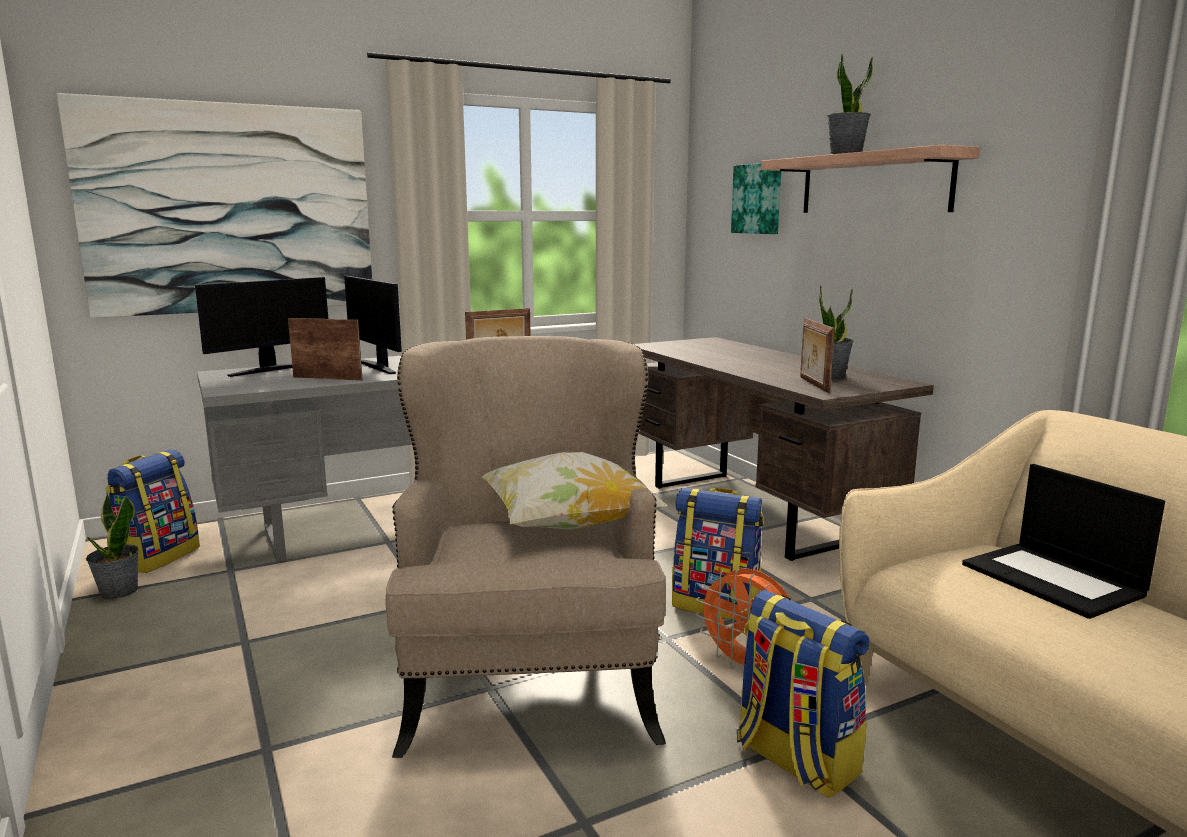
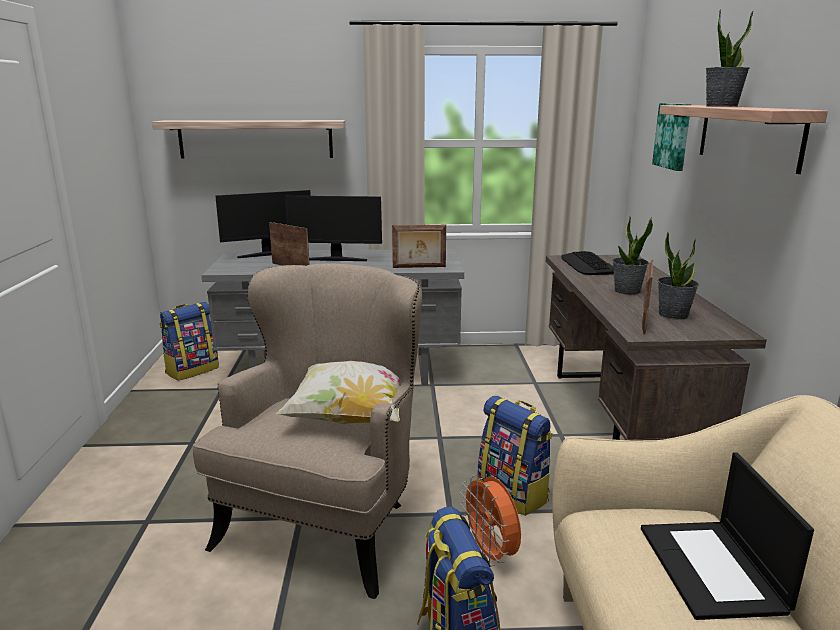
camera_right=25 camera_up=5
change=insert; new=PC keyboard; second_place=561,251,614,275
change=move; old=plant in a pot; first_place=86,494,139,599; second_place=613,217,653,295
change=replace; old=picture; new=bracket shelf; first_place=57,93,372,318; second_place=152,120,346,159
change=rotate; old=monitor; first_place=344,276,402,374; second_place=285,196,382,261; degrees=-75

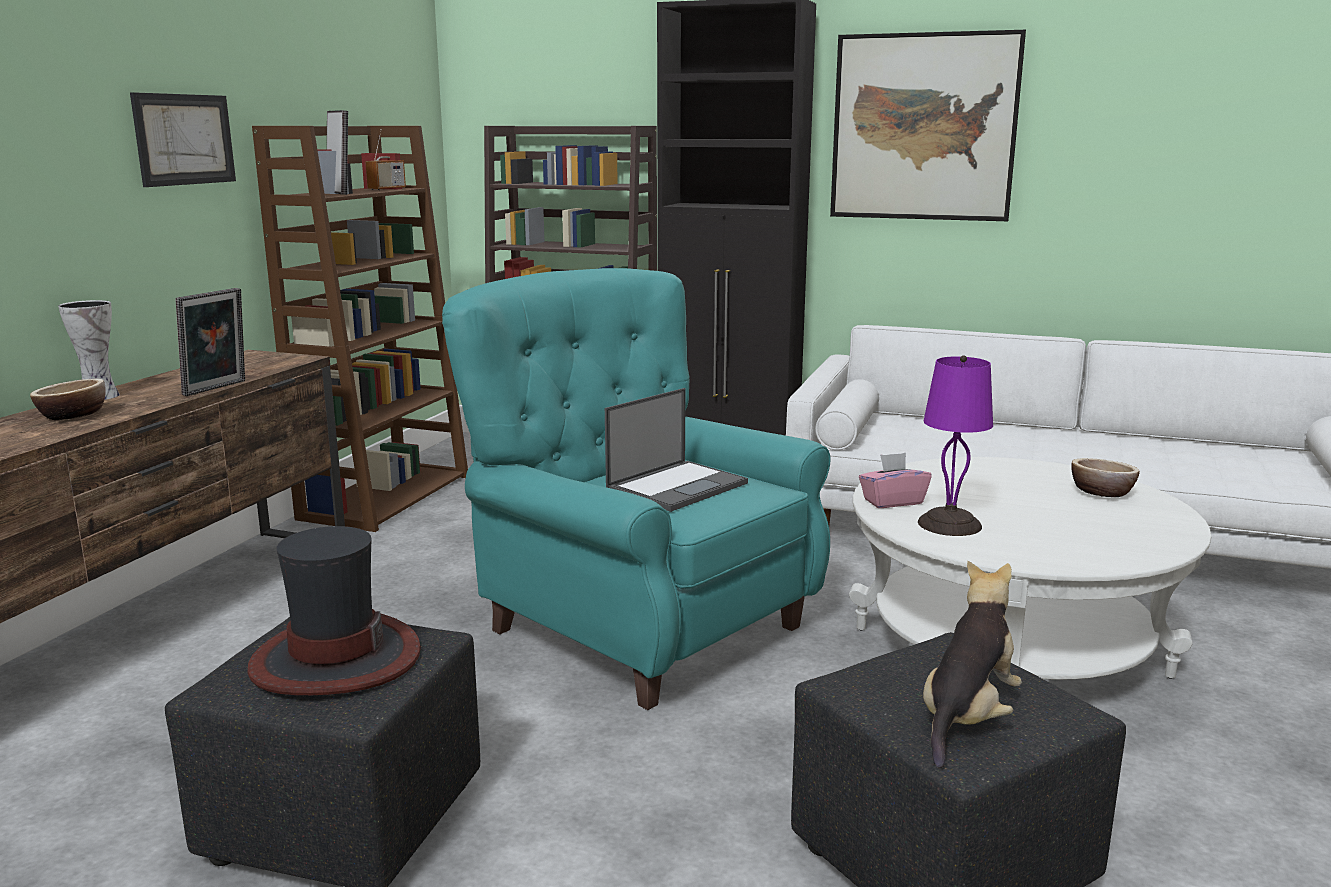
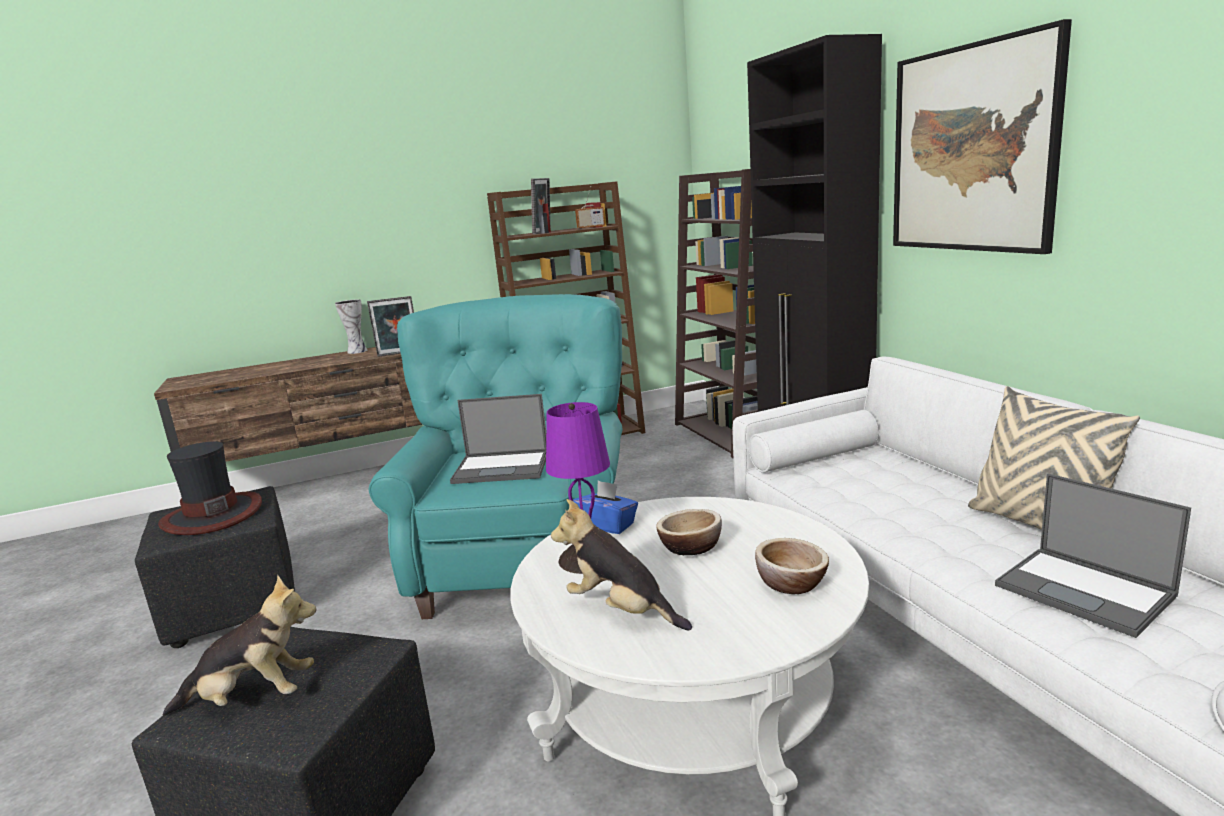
camera_right=50 camera_up=0
change=delete; old=picture; first_place=130,92,236,187
change=insert; new=soft toy; second_place=551,499,692,631
change=insert; new=pillow (sand-coloured); second_place=968,386,1140,530
change=insert; new=notebook computer; second_place=995,474,1191,638
change=move; old=serving bowl; first_place=30,379,106,420; second_place=656,509,722,555
change=recolor; old=box of tissues (pink-coloured); new=box of tissues (blue); first_place=859,453,932,508; second_place=573,480,638,534

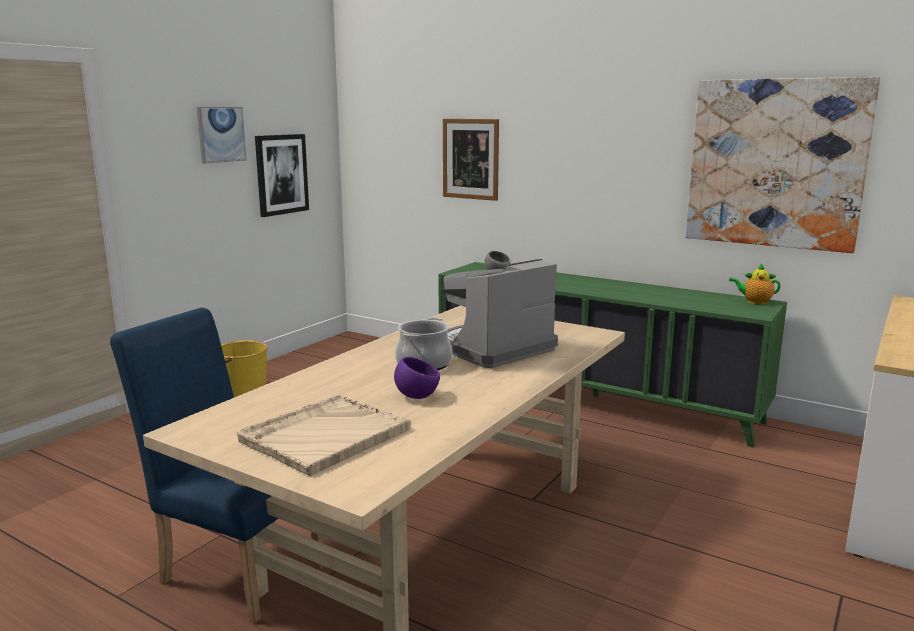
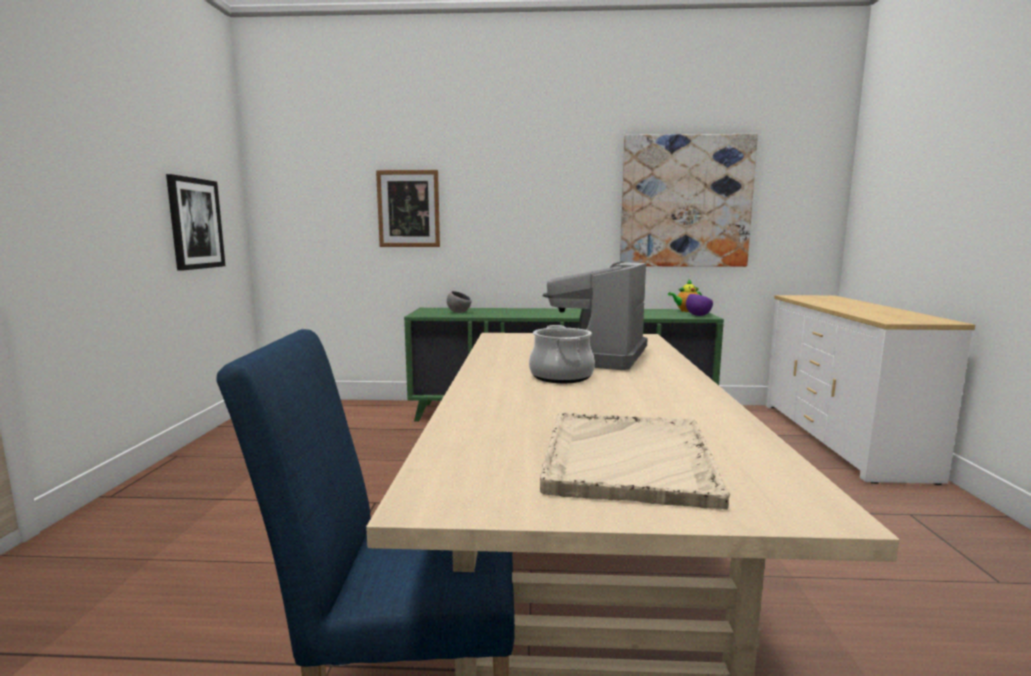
camera_right=-30 camera_up=-5
change=delete; old=picture; first_place=197,107,246,164
change=delete; old=pail (yellowish); first_place=221,340,268,398
change=move; old=serving bowl (purple); first_place=394,357,440,399; second_place=686,294,713,316

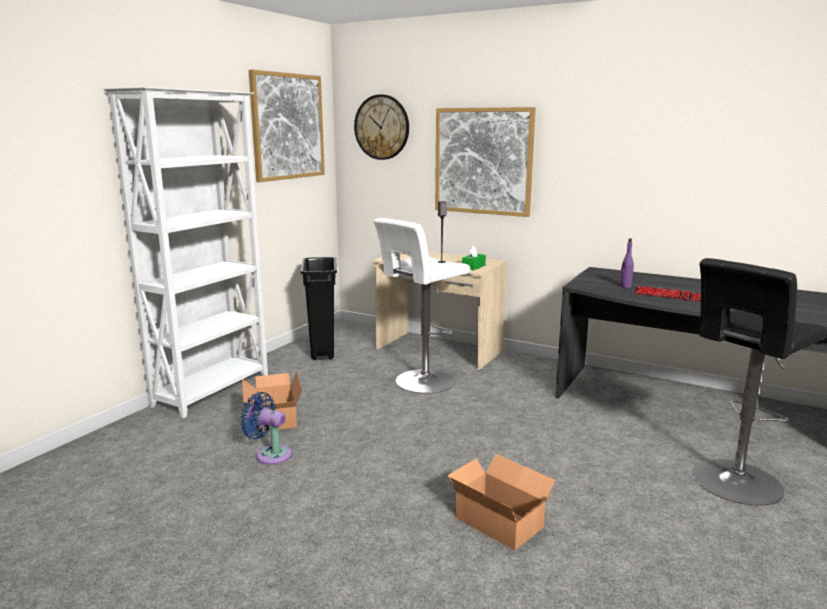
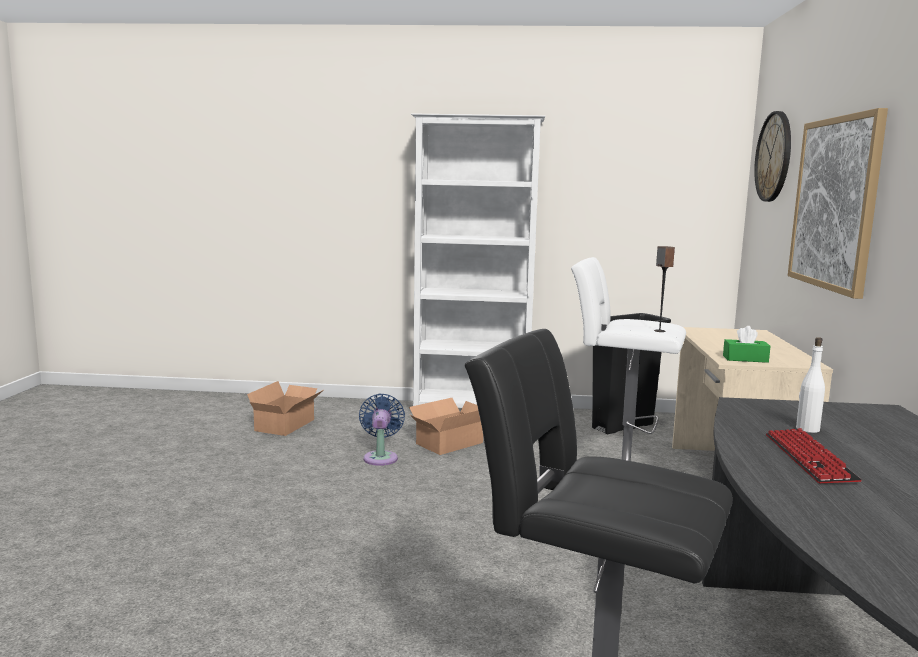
camera_right=65 camera_up=-5
change=delete; old=picture; first_place=249,70,325,182
change=move; old=cardboard box; first_place=448,454,556,550; second_place=247,381,323,436
change=recolor; old=beverage bottle (purple); new=beverage bottle (white); first_place=620,238,634,288; second_place=796,337,825,433

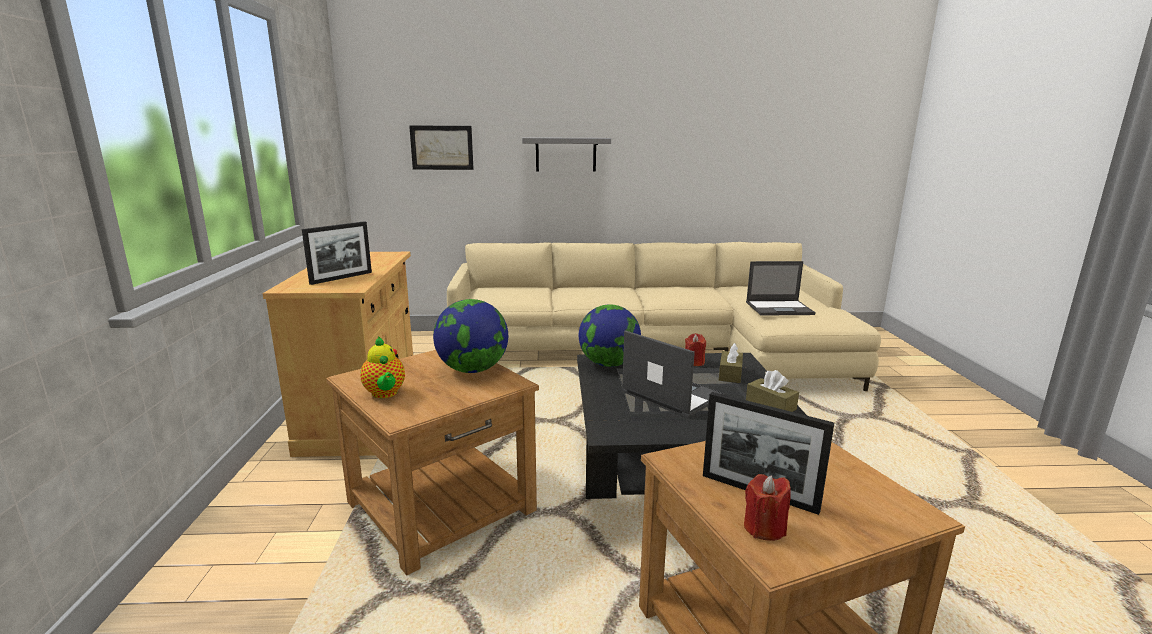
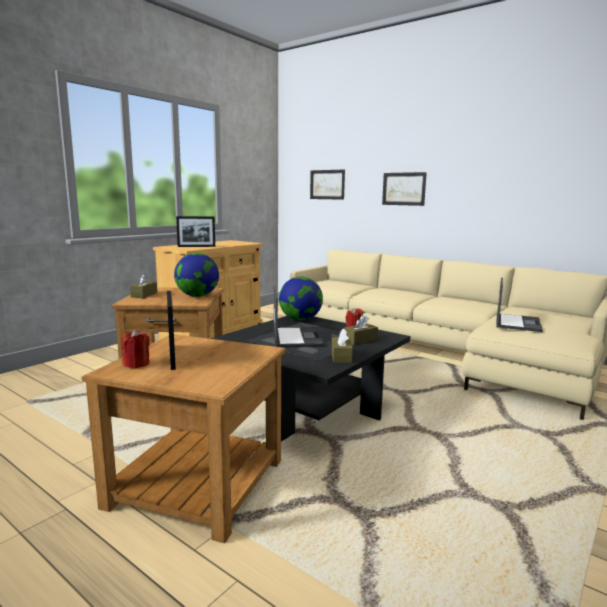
camera_right=40 camera_up=-5
change=replace; old=teapot; new=box of tissues (brown-coloured); first_place=361,337,405,398; second_place=130,273,157,298
change=replace; old=bracket shelf (greyish); new=picture; first_place=522,137,611,172; second_place=382,172,427,206
change=rotate; old=notebook computer; first_place=746,261,816,315; second_place=496,277,543,332; degrees=-105

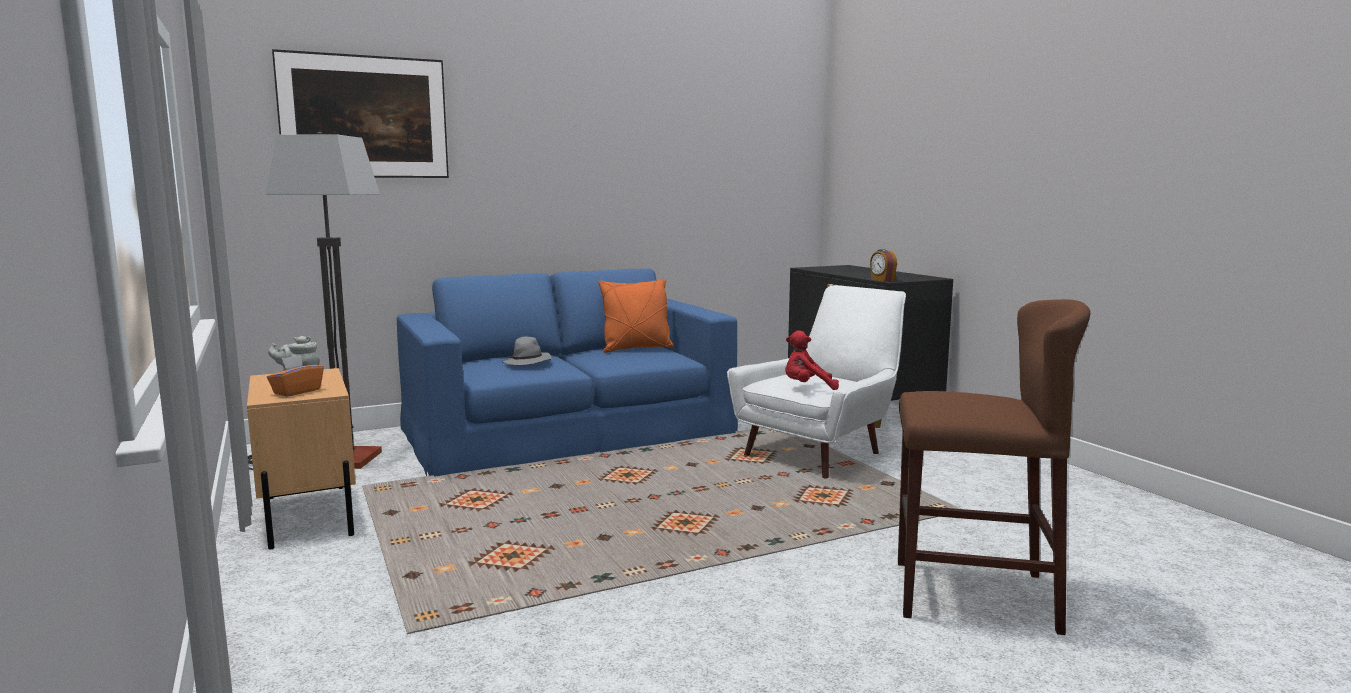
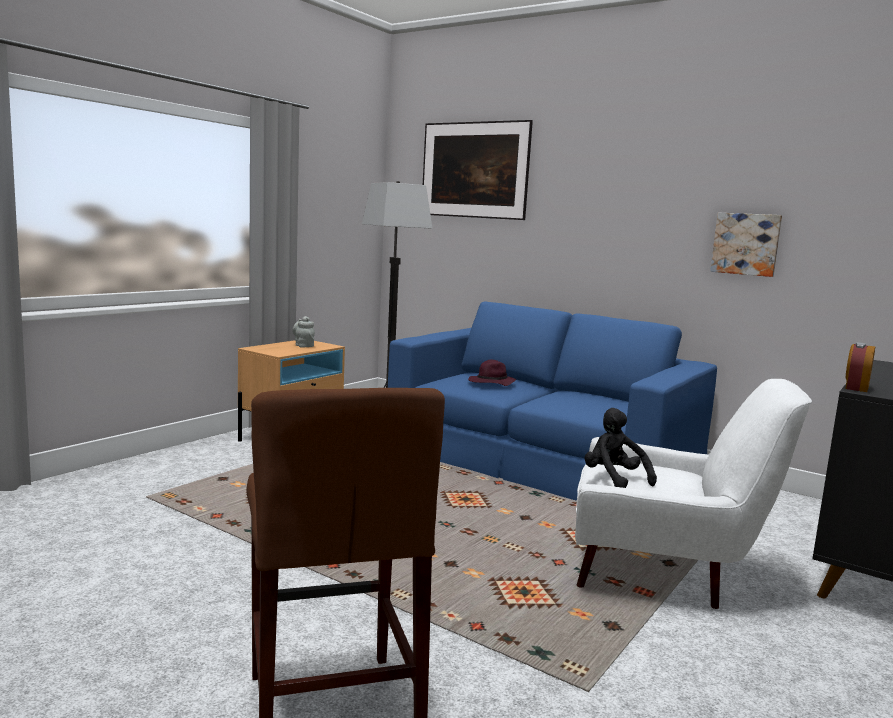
camera_right=60 camera_up=0
change=delete; old=box of tissues (orangey); first_place=267,355,324,397
change=delete; old=pillow (orangey); first_place=598,279,674,353
change=insert; new=picture; second_place=710,213,782,277
change=recolor; old=hat (greyish); new=hat (purple); first_place=502,337,551,365; second_place=468,359,516,386
change=recolor; old=soft toy (red); new=soft toy (black-coloured); first_place=785,330,839,390; second_place=585,408,657,488

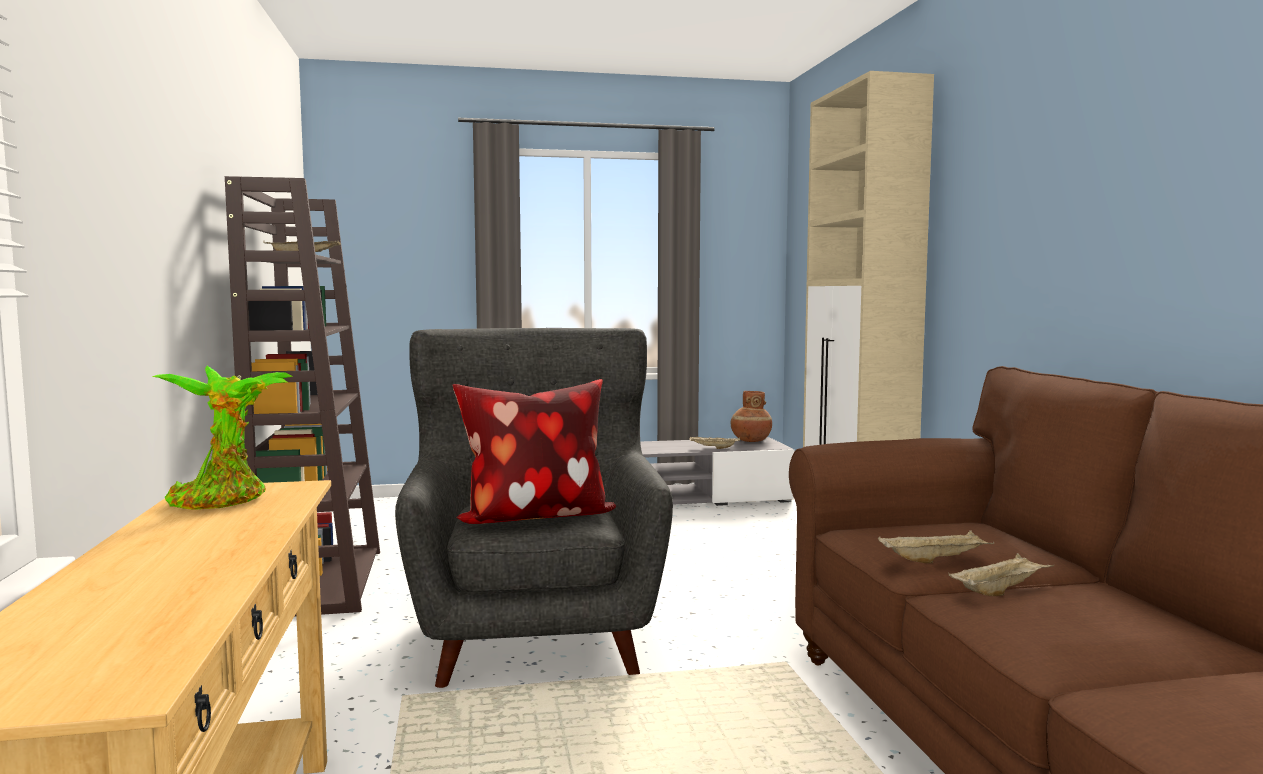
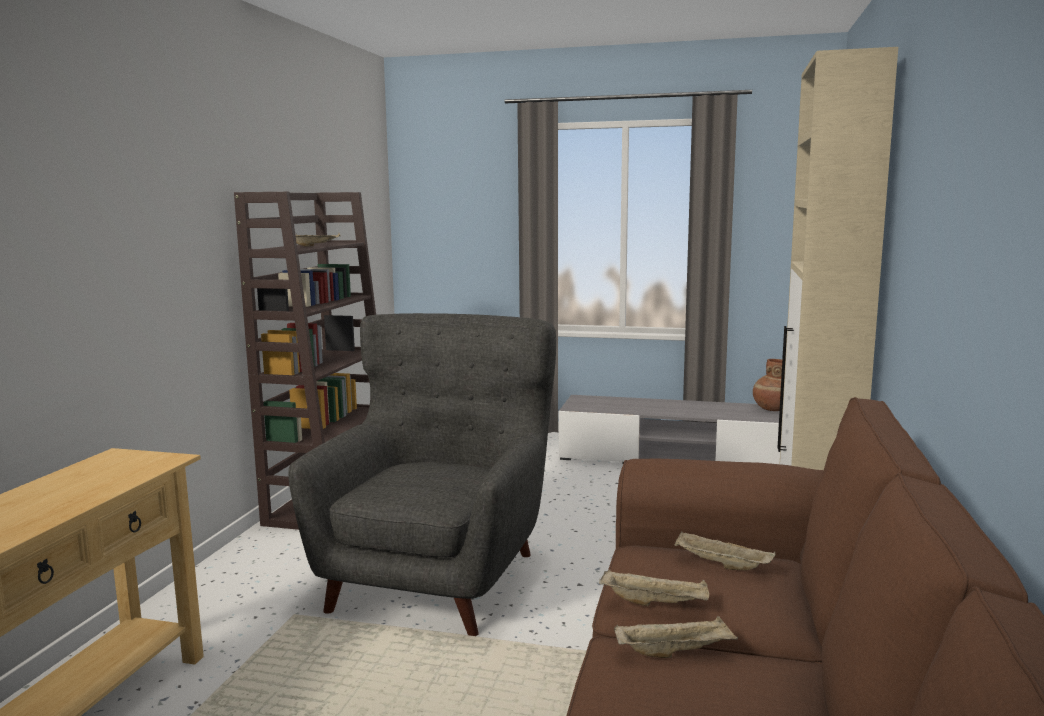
camera_right=25 camera_up=5
change=delete; old=plant in a pot; first_place=152,366,293,510
change=delete; old=pillow; first_place=453,379,616,524
change=move; old=carrying tray (sand-coloured); first_place=690,436,740,449; second_place=675,532,776,570

